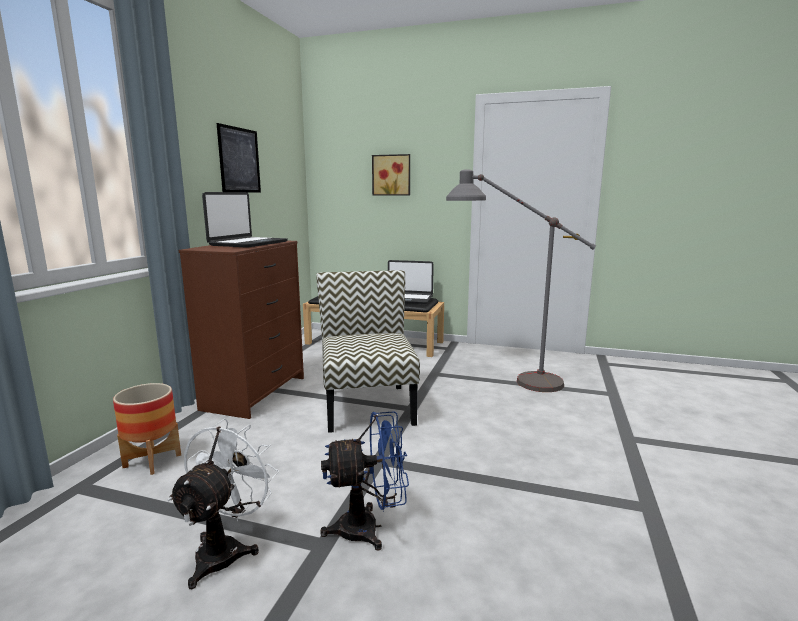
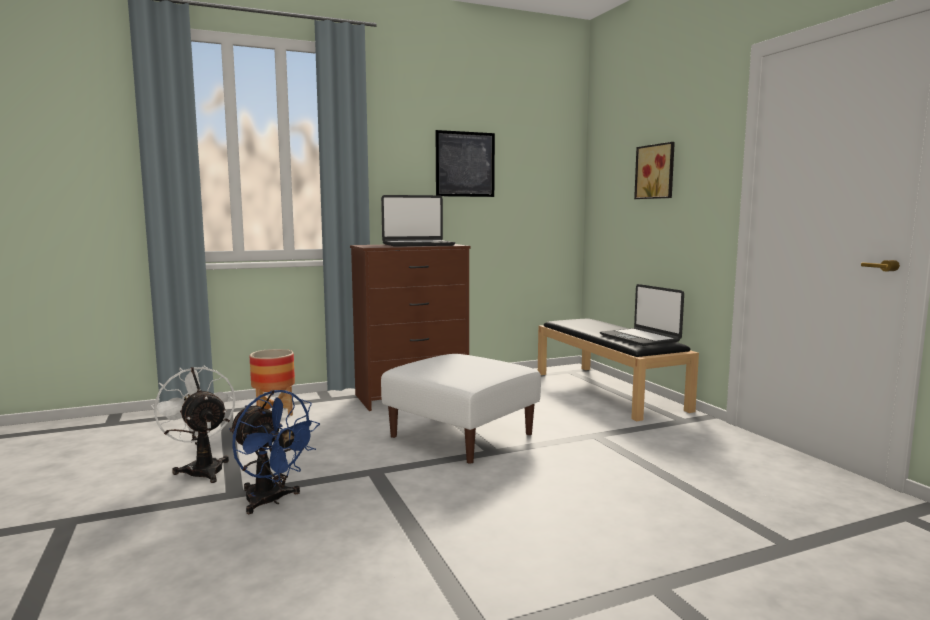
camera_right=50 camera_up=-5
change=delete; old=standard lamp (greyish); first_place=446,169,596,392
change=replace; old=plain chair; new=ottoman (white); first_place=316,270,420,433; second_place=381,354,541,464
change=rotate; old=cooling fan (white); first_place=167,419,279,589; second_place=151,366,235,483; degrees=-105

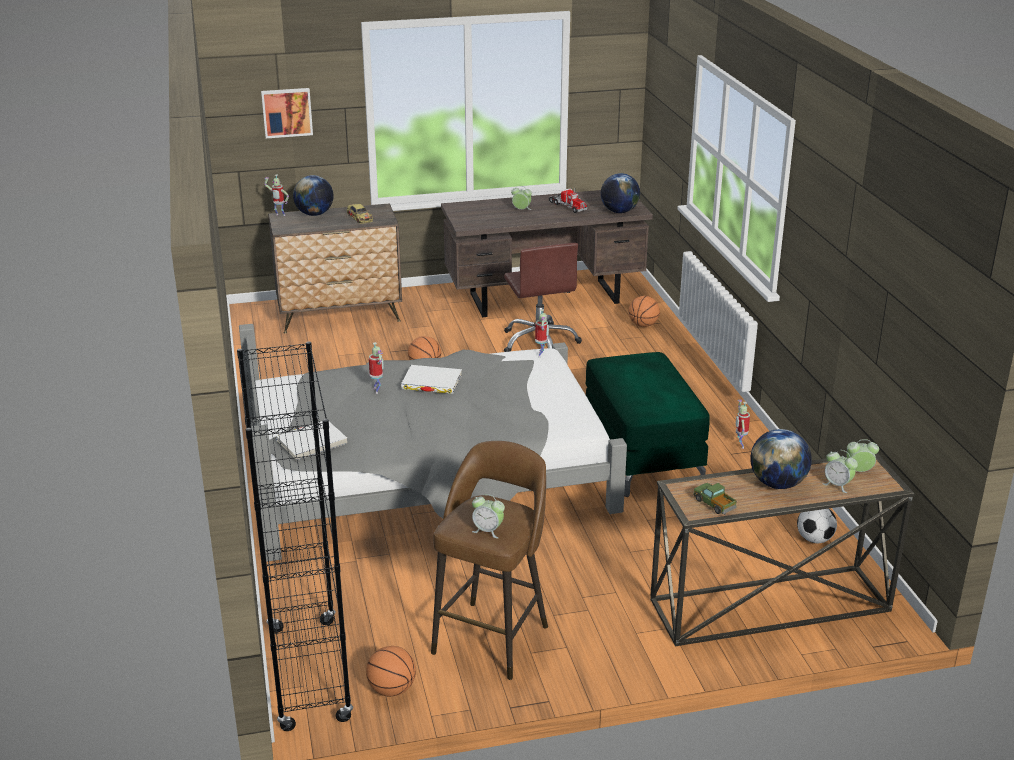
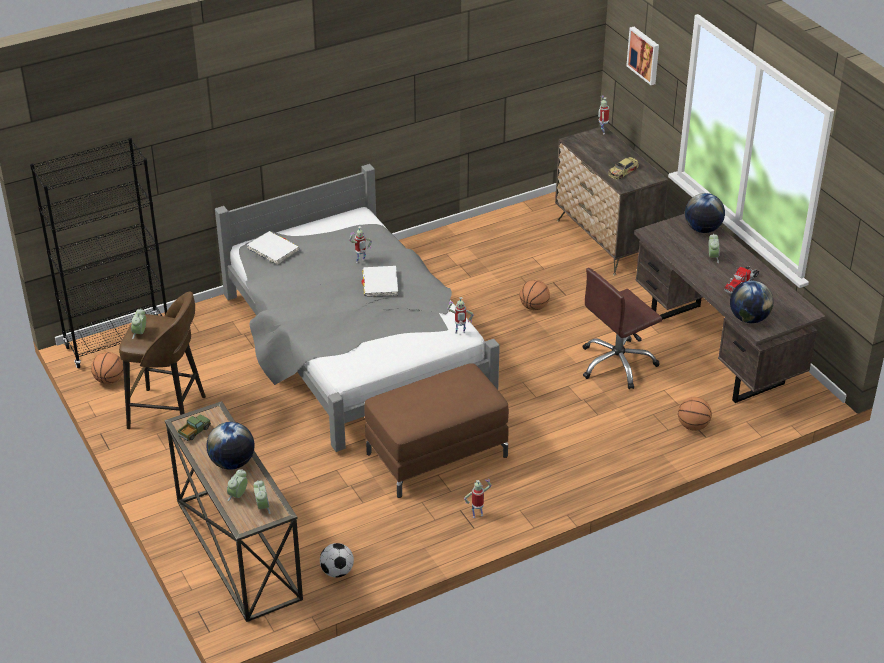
camera_right=75 camera_up=10
change=move; old=desk globe; first_place=293,175,334,216; second_place=685,193,725,233
change=recolor; old=ottoman (green); new=ottoman (brown-coloured); first_place=585,352,710,497; second_place=364,363,509,498

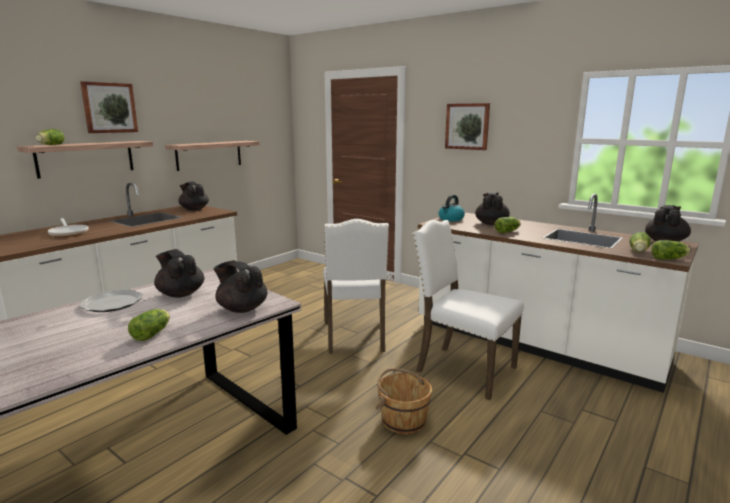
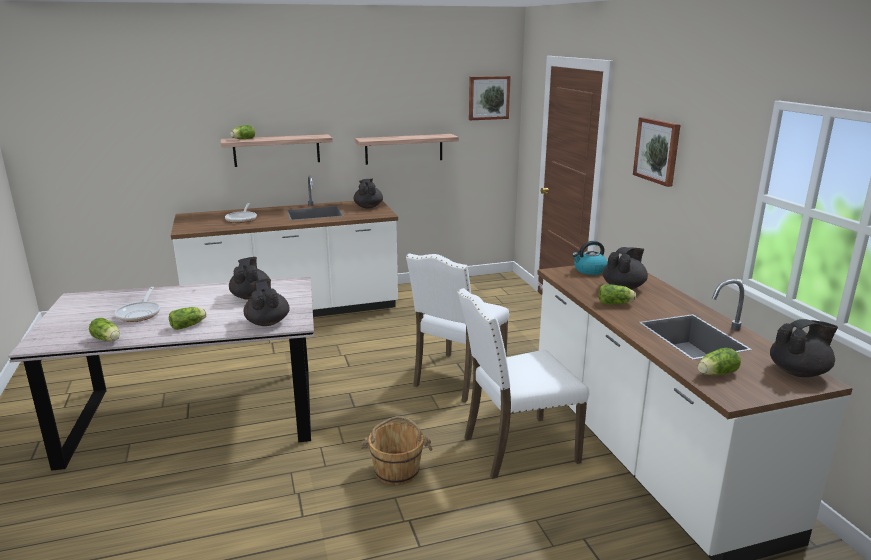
camera_right=35 camera_up=5
change=delete; old=plate; first_place=79,290,143,312
change=insert; new=pan; second_place=115,287,160,322
change=move; old=picture; first_place=80,81,138,133; second_place=469,76,511,120
change=move; old=head of lettuce; first_place=651,240,691,260; second_place=89,318,120,341
change=rotate; old=plain chair (white); first_place=412,220,524,400; second_place=457,288,589,479; degrees=-90

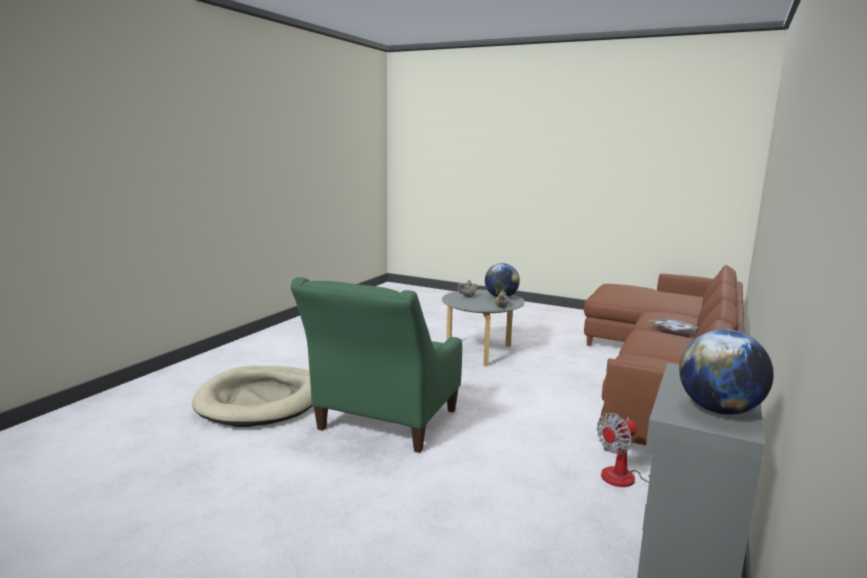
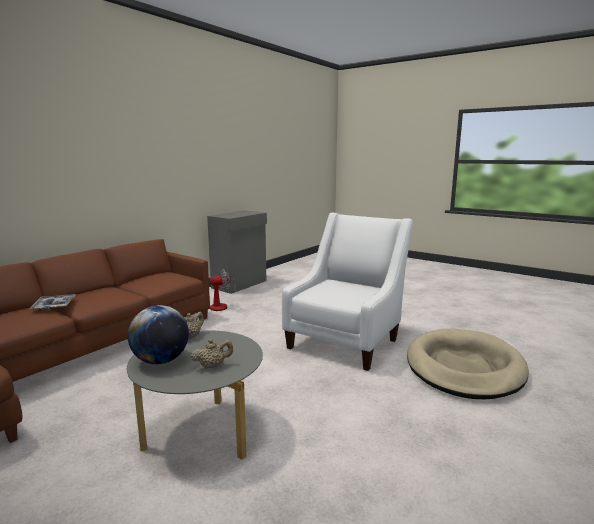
camera_right=-170 camera_up=0
change=delete; old=desk globe; first_place=679,329,774,415
change=recolor; old=easy chair (green); new=easy chair (white); first_place=291,277,462,453; second_place=282,213,413,371

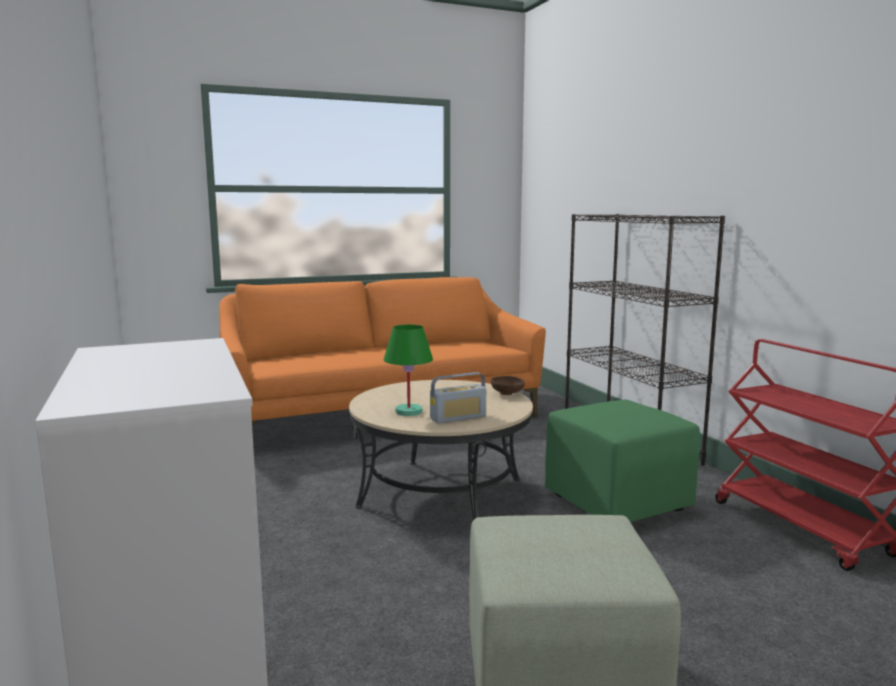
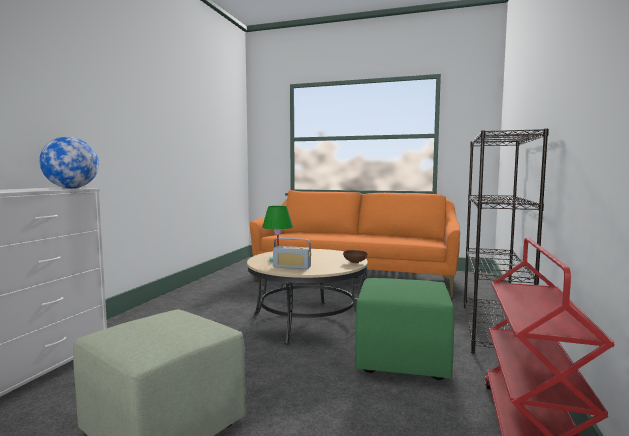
camera_right=40 camera_up=-5
change=insert; new=desk globe; second_place=39,137,99,188

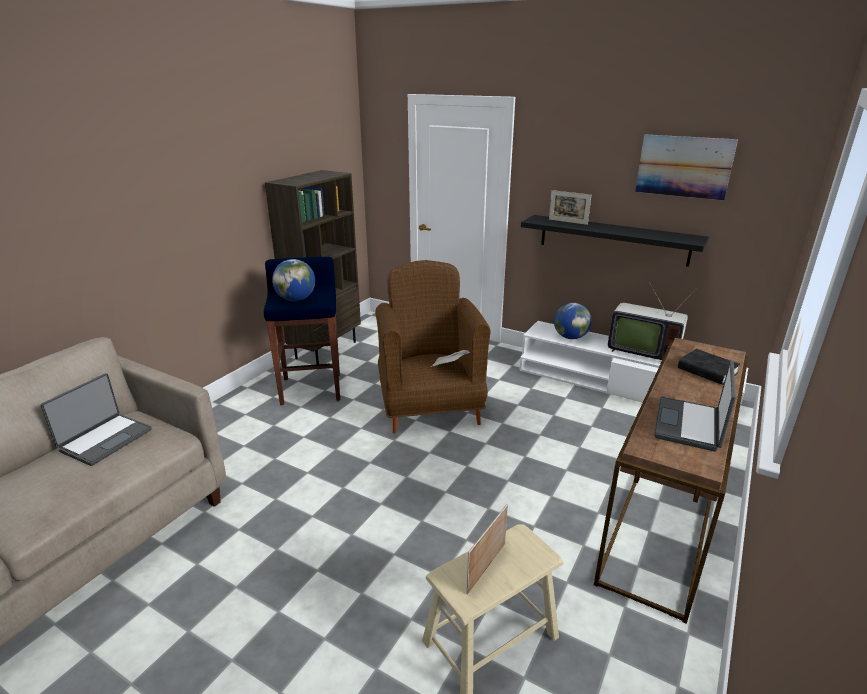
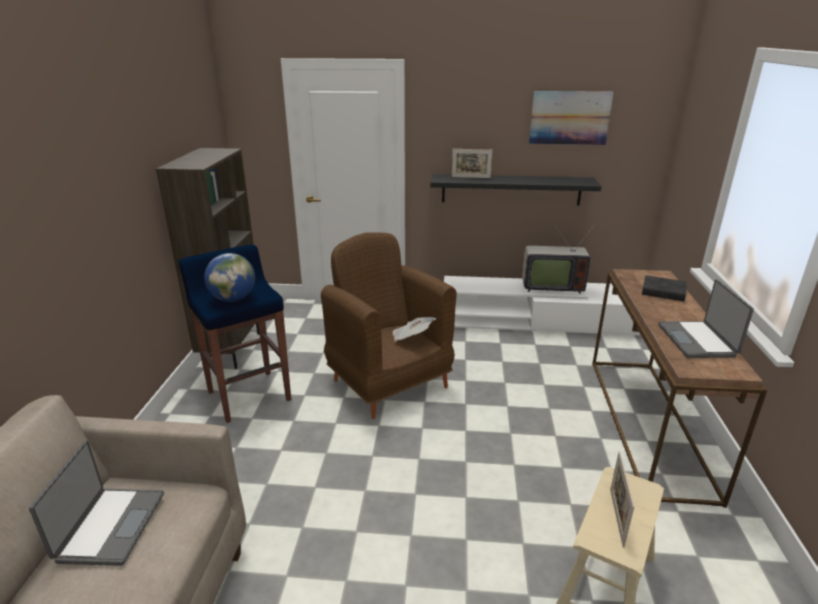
camera_right=-25 camera_up=0
change=delete; old=desk globe; first_place=554,303,592,339

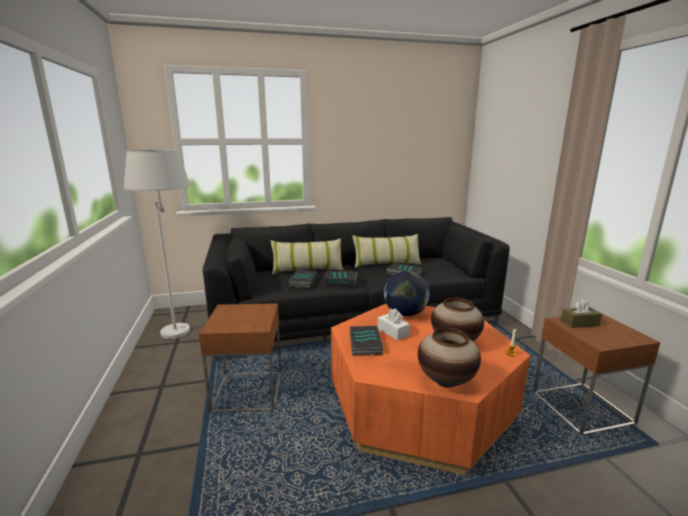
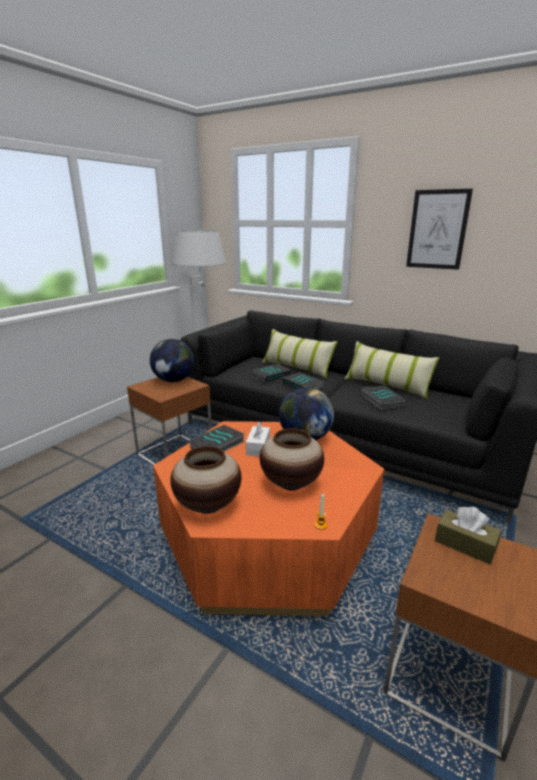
camera_right=45 camera_up=5
change=insert; new=desk globe; second_place=150,339,194,382
change=insert; new=picture; second_place=406,189,473,270

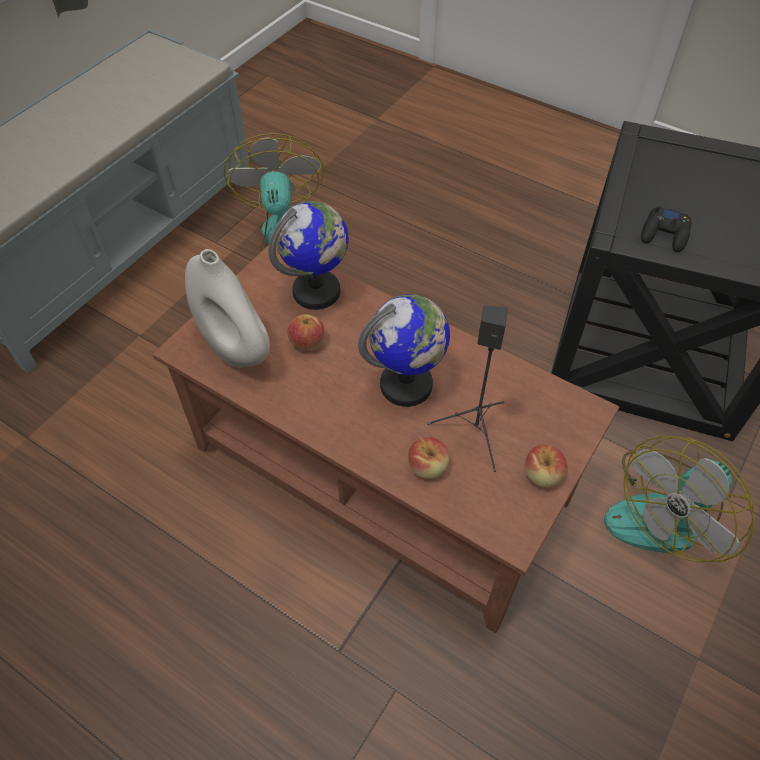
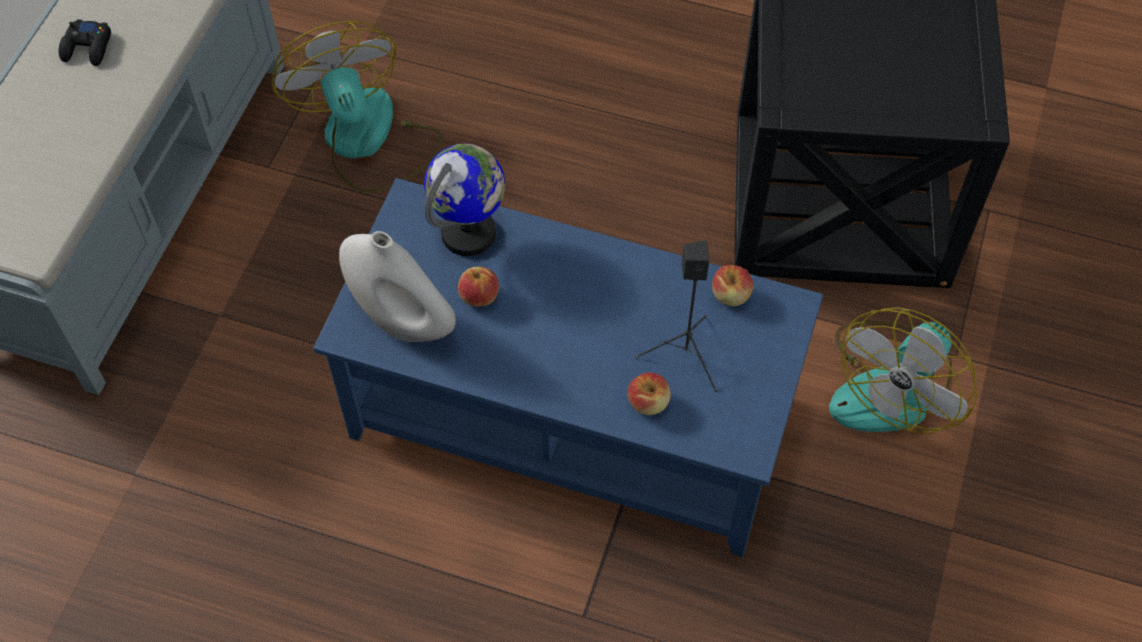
camera_right=-15 camera_up=5
change=delete; old=desk globe; first_place=358,294,450,407
change=move; old=apple; first_place=525,444,568,488; second_place=712,265,754,306
change=move; old=joypad (black-coloured); first_place=641,206,692,252; second_place=59,19,111,66
change=recolor; old=low table (brown-coloured); new=low table (blue); first_place=153,245,619,633; second_place=313,178,823,557

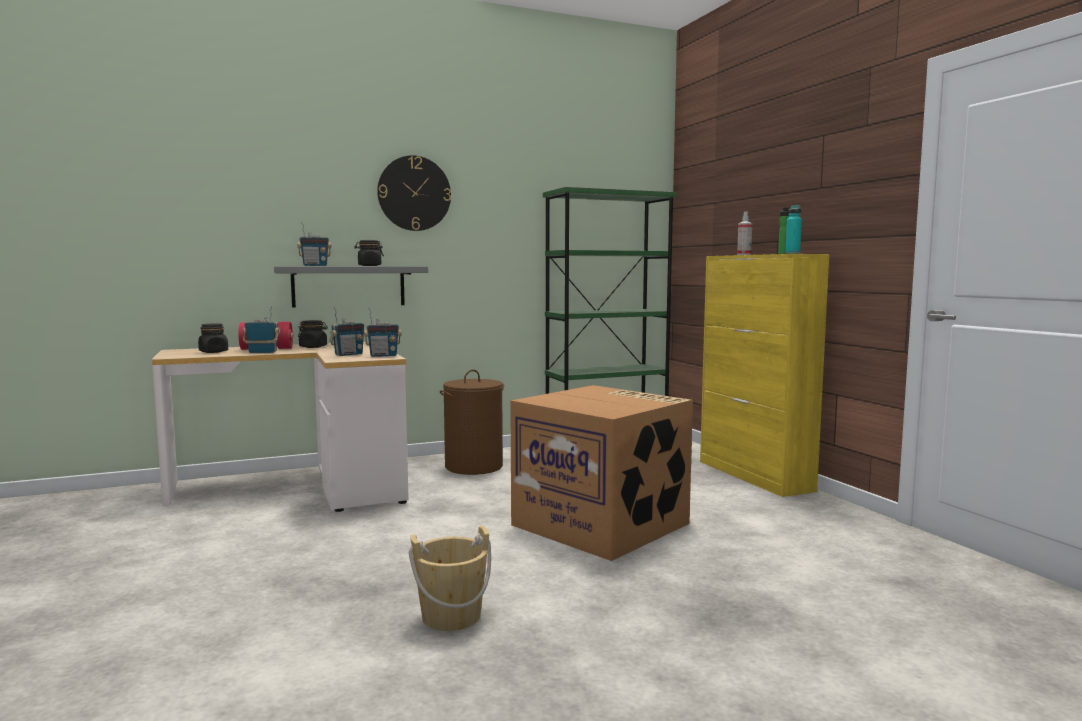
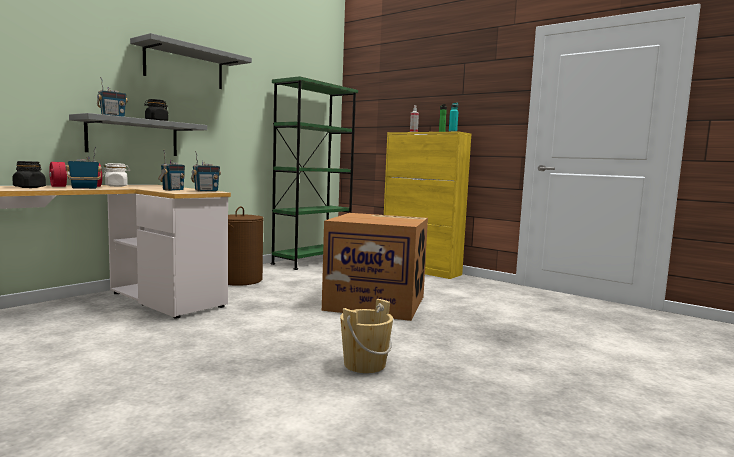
camera_right=-30 camera_up=0
change=replace; old=hanging clock; new=bracket shelf (greyish); first_place=377,155,451,231; second_place=130,33,252,89
change=recolor; old=jar (black-coloured); new=jar (white); first_place=298,320,328,348; second_place=102,163,131,187

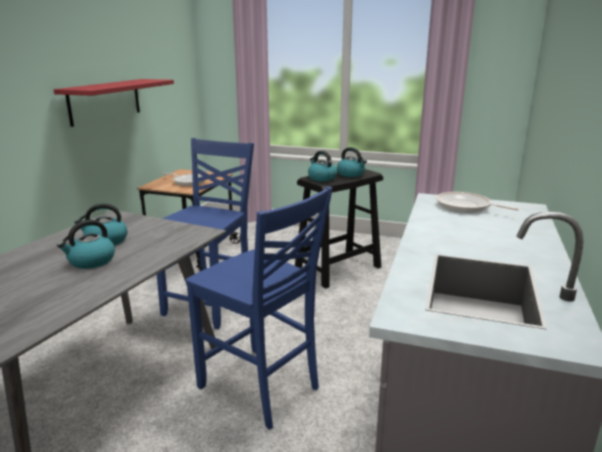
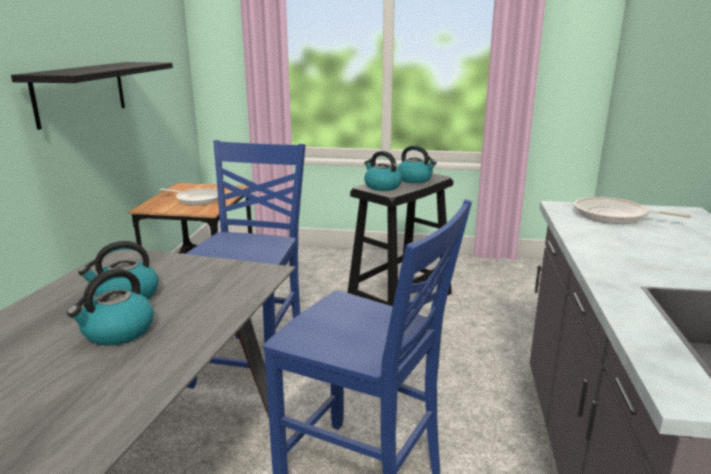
camera_right=-10 camera_up=0
change=recolor; old=bracket shelf (red); new=bracket shelf (black-coloured); first_place=54,79,174,127; second_place=11,62,173,130

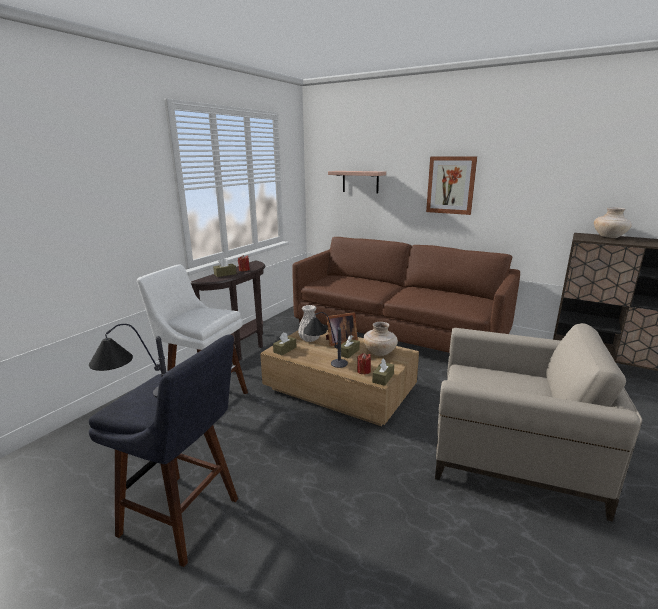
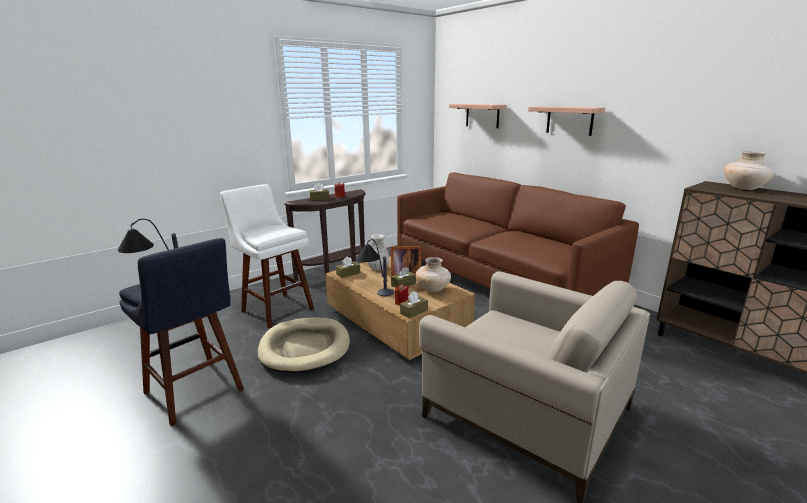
camera_right=20 camera_up=0
change=insert; new=dog bed (sand-coloured); second_place=258,317,350,373
change=replace; old=picture; new=bracket shelf; first_place=426,156,477,215; second_place=528,106,605,136

